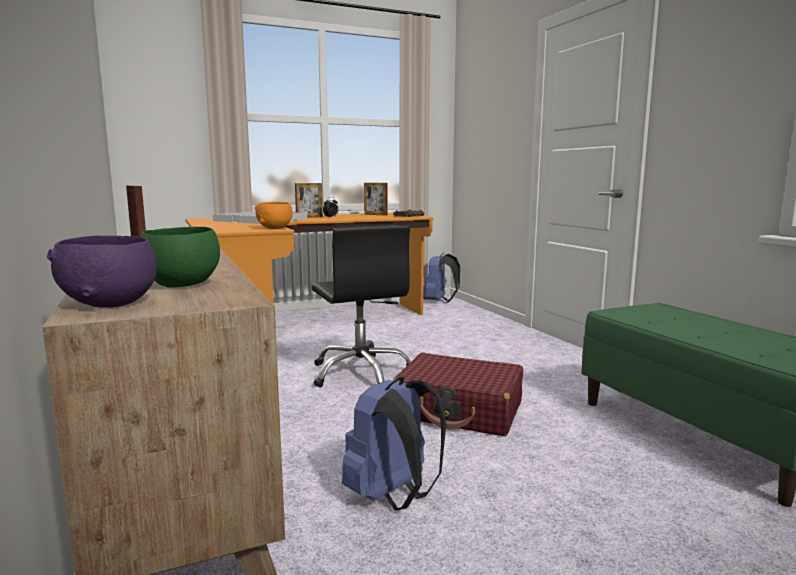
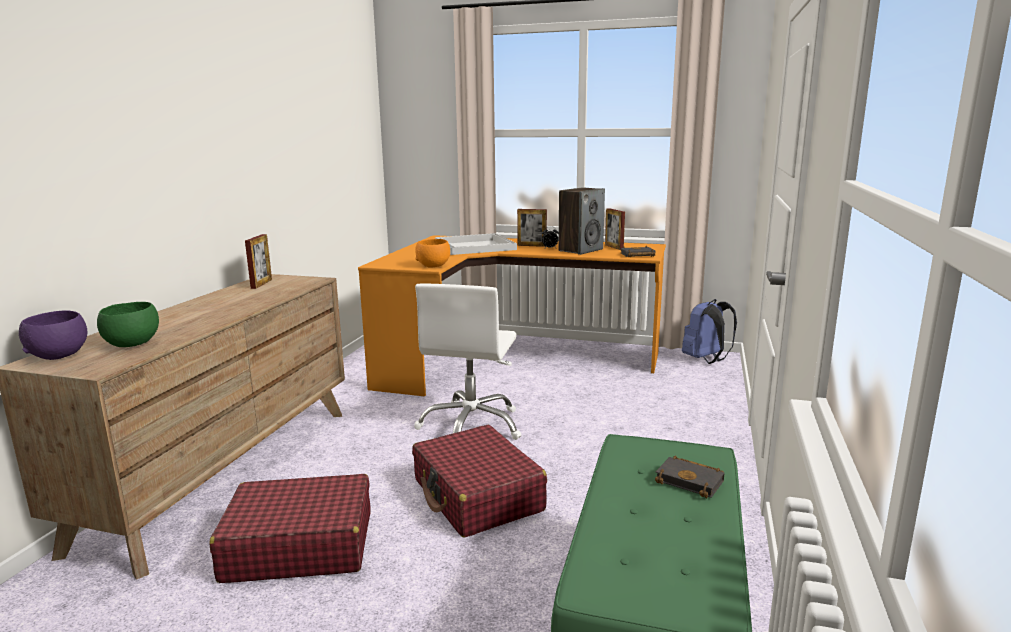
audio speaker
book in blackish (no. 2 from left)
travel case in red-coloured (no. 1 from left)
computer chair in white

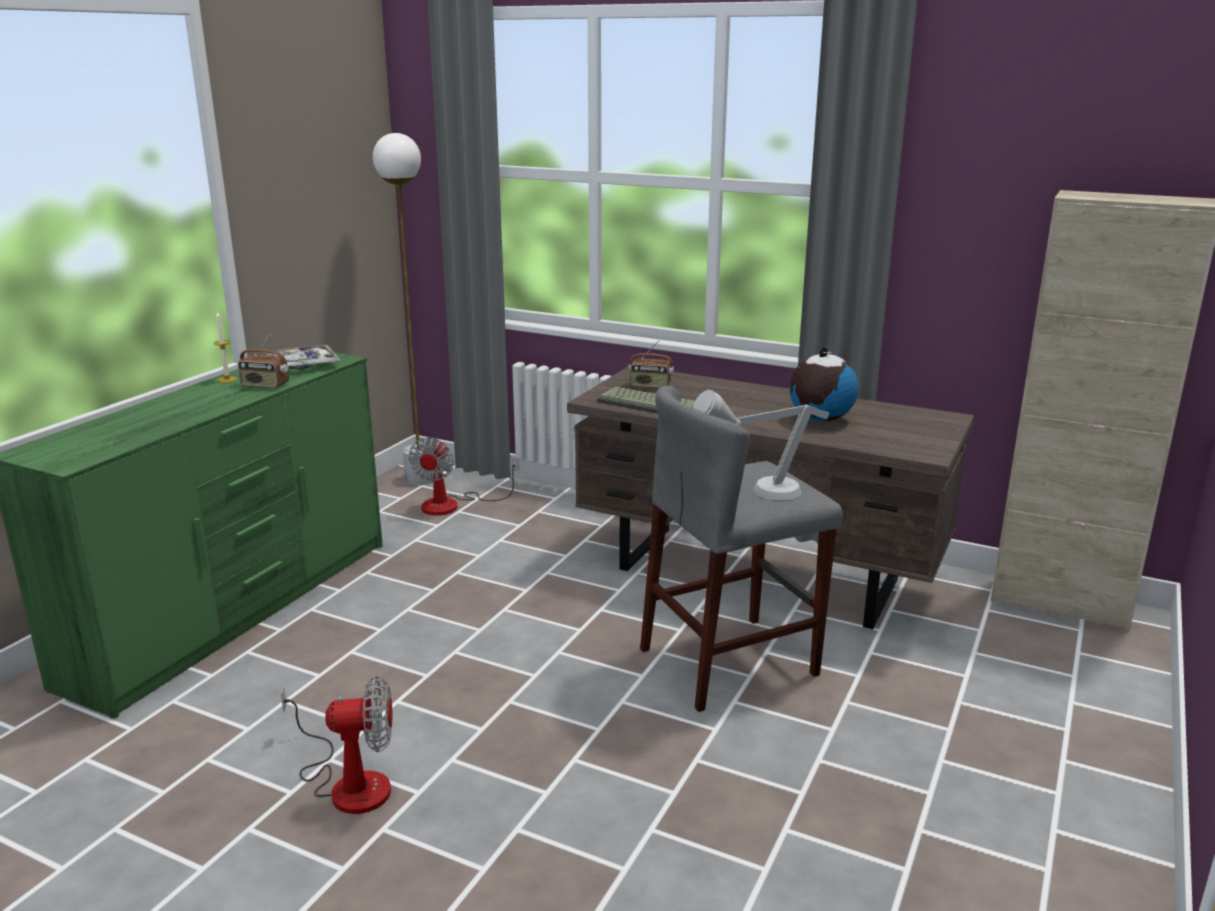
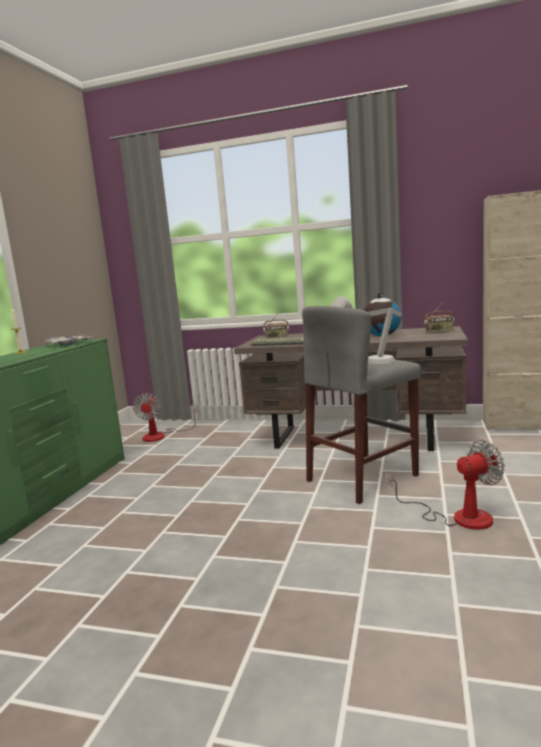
standard lamp in white
radio receiver (no. 2 from left)
cooling fan (no. 2 from left)

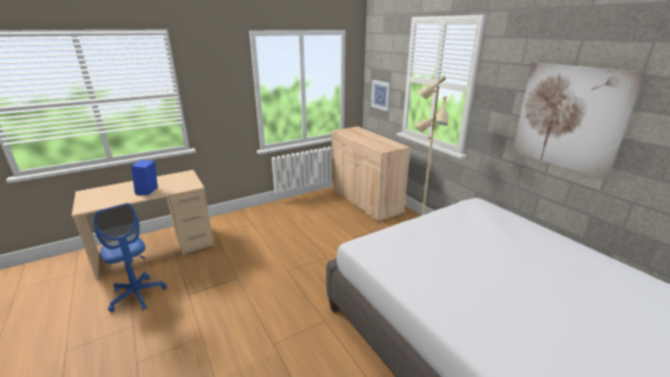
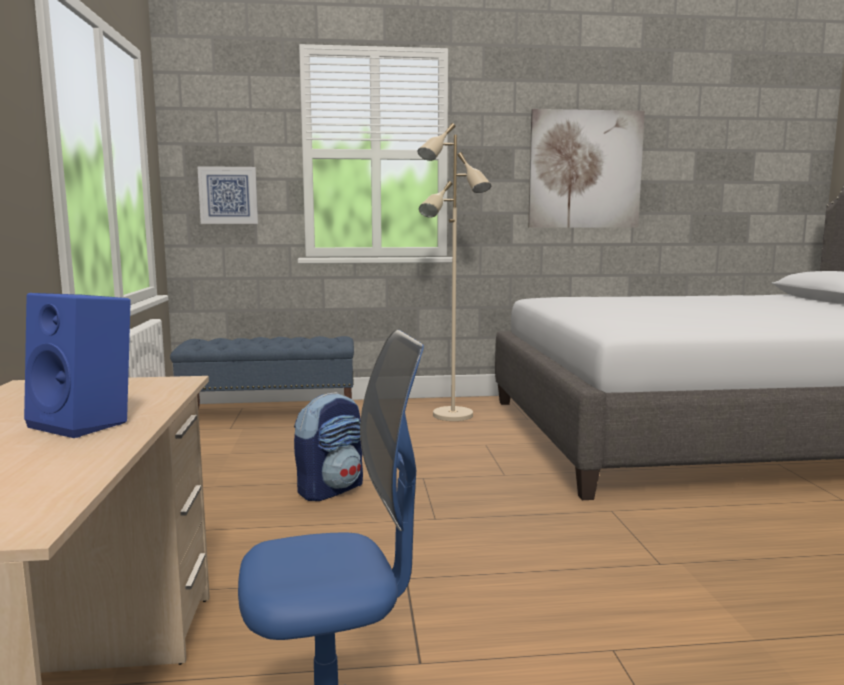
backpack
bench in blue-coloured

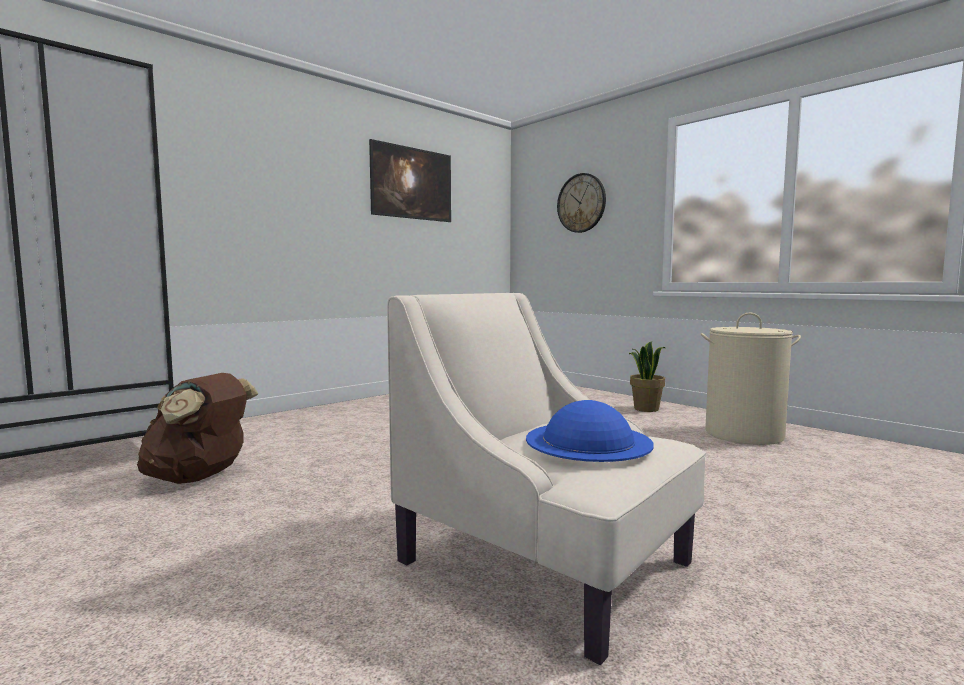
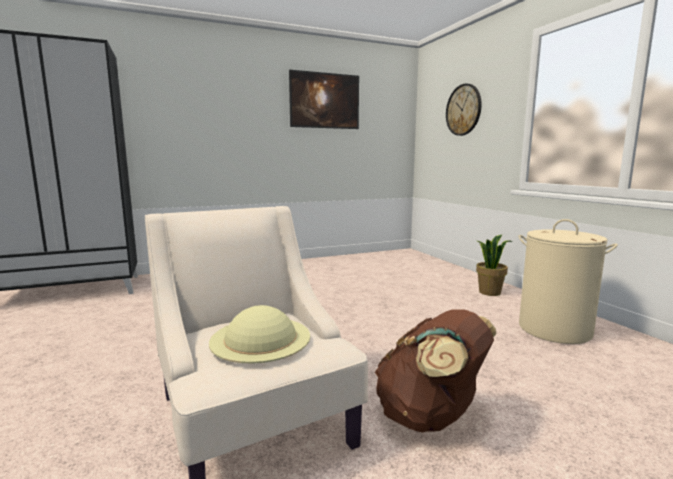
backpack in brownish
wearable hat in beige

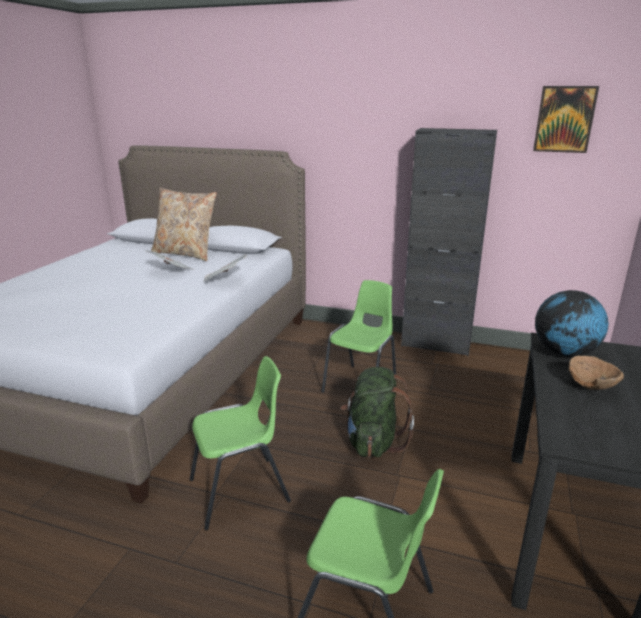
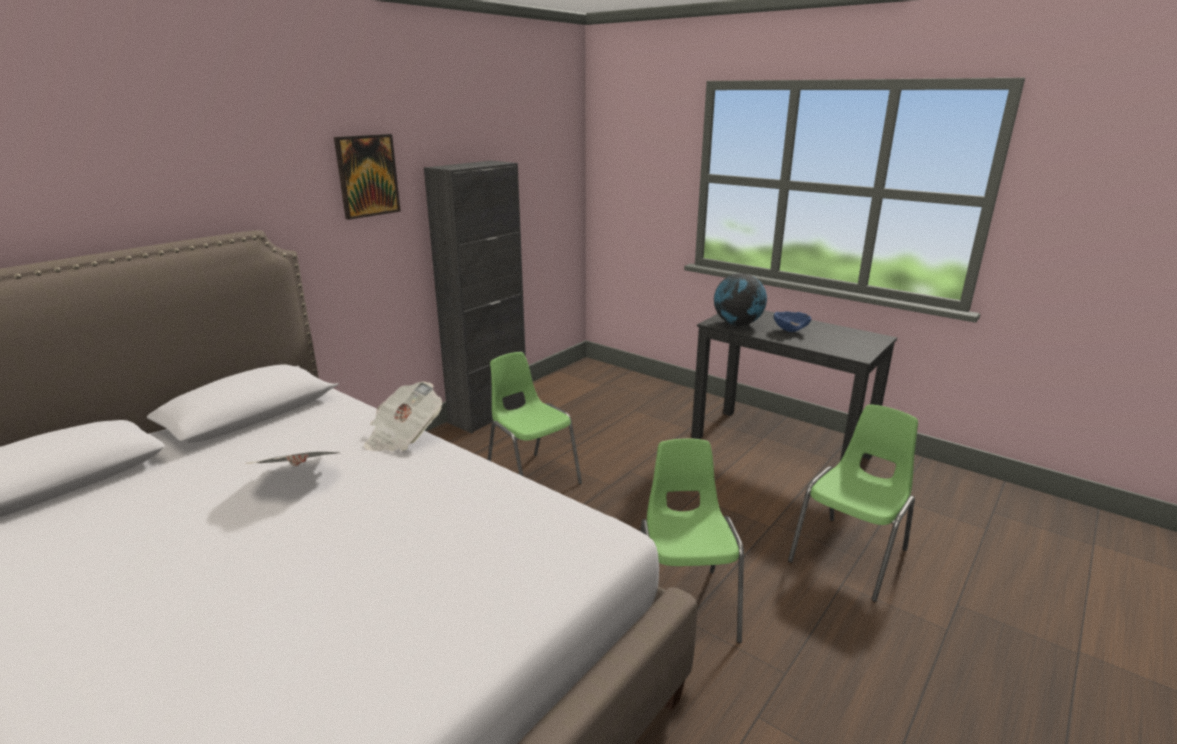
throw pillow in beige
backpack in greenish
wall art
bowl in blue-coloured

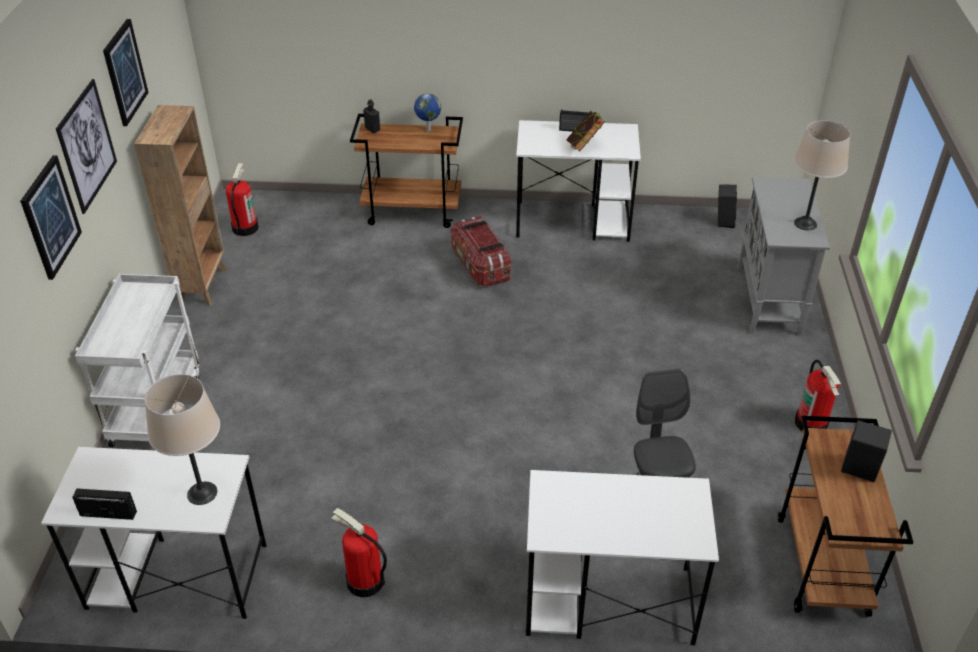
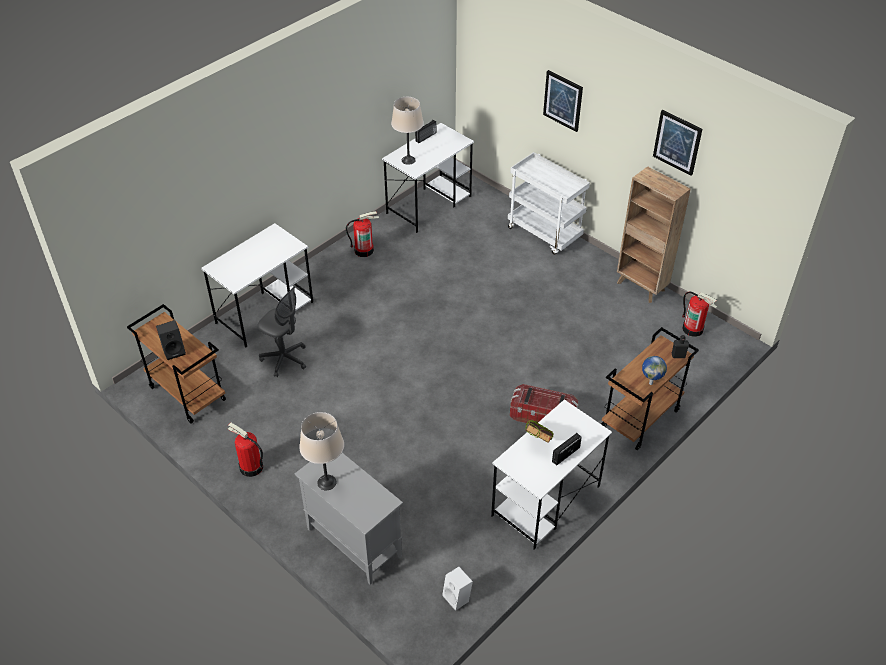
wall art (no. 2 from left in the first image)
audio speaker in white

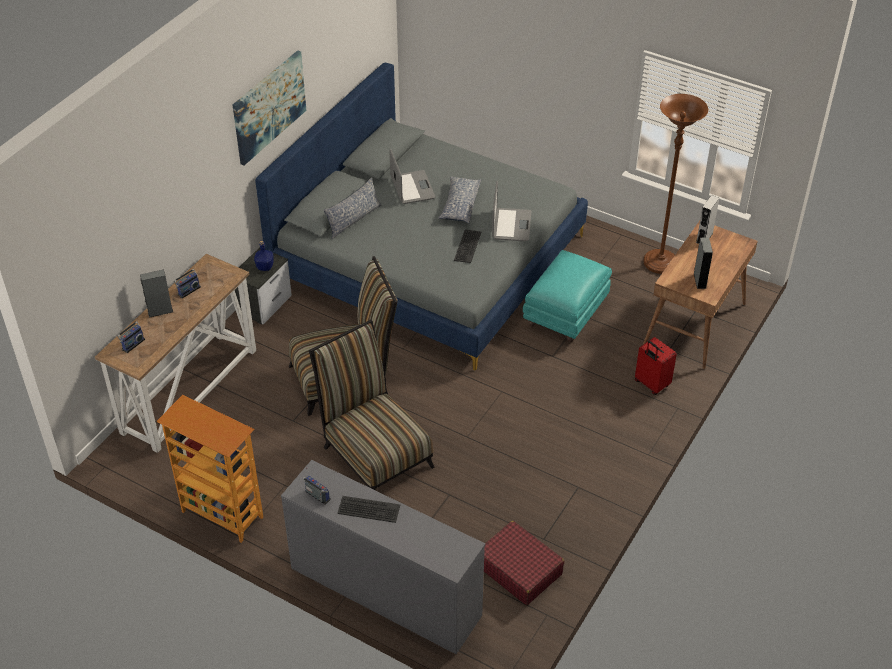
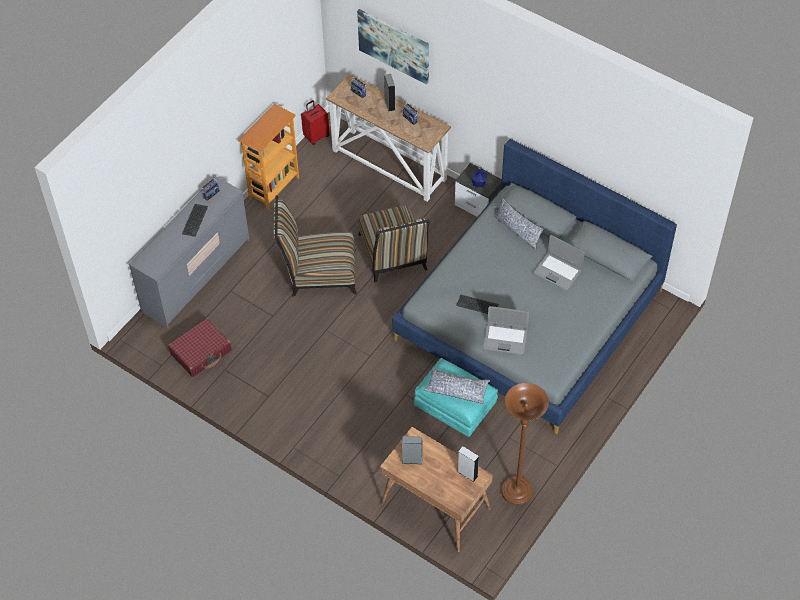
wall art
throw pillow (no. 1 from left)
travel case in red-coloured (no. 2 from left)
upright chair (no. 1 from left)
portable computer (no. 2 from left)

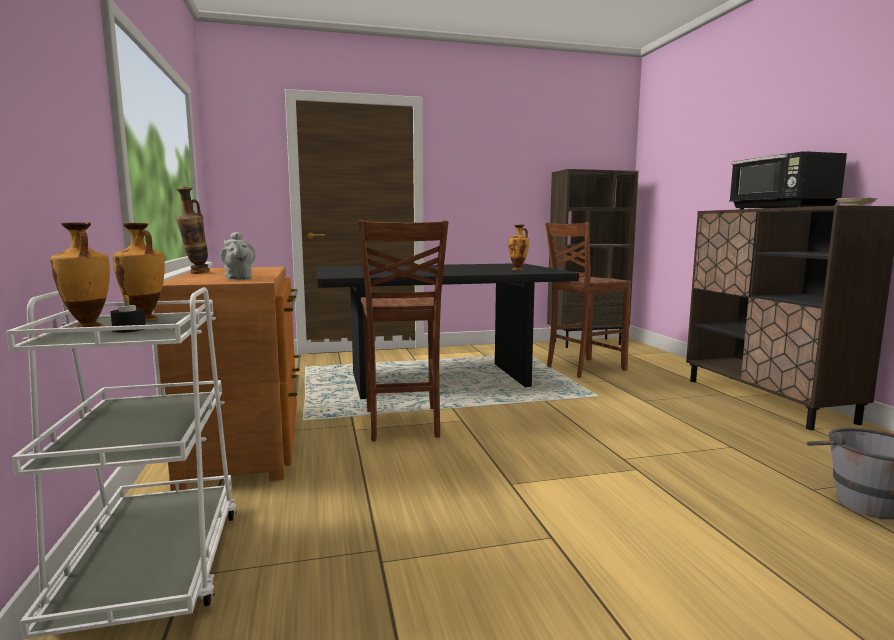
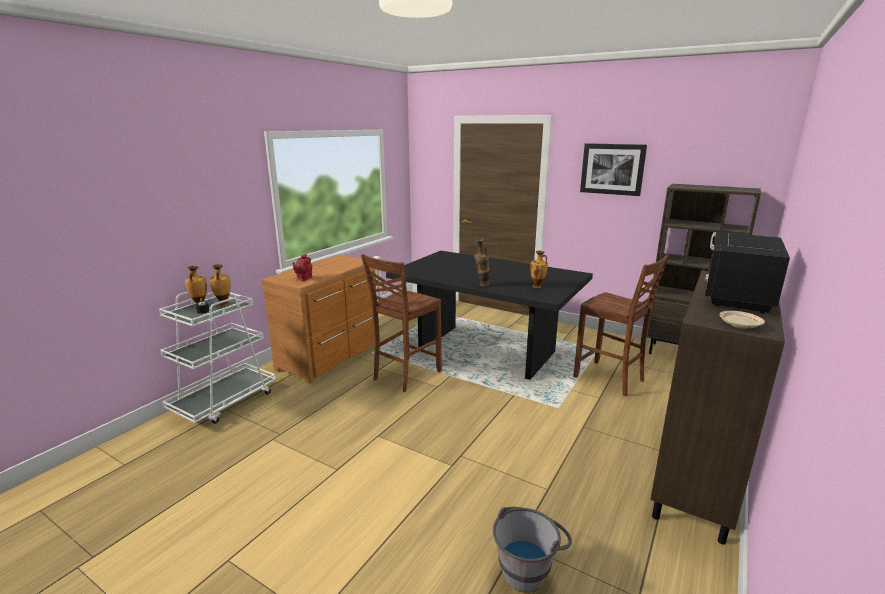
wall art
vase (no. 3 from left)
pot for tea in red-coloured
upright chair in brownish (no. 2 from left)

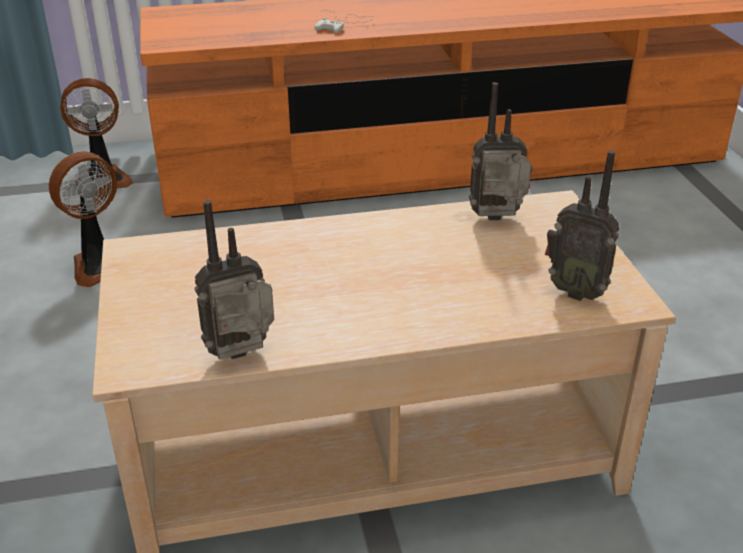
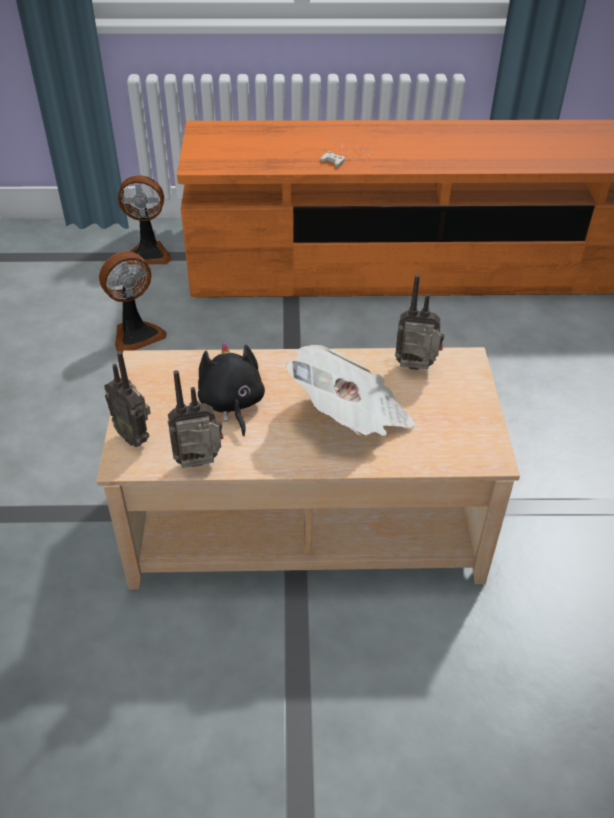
cuddly toy in blackish
daily paper
radio receiver (no. 1 from left)

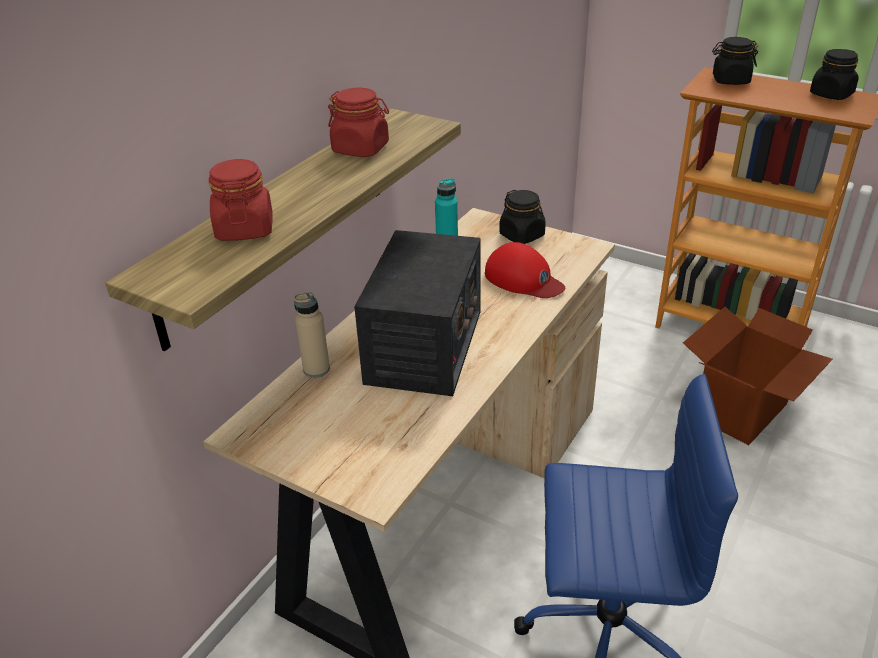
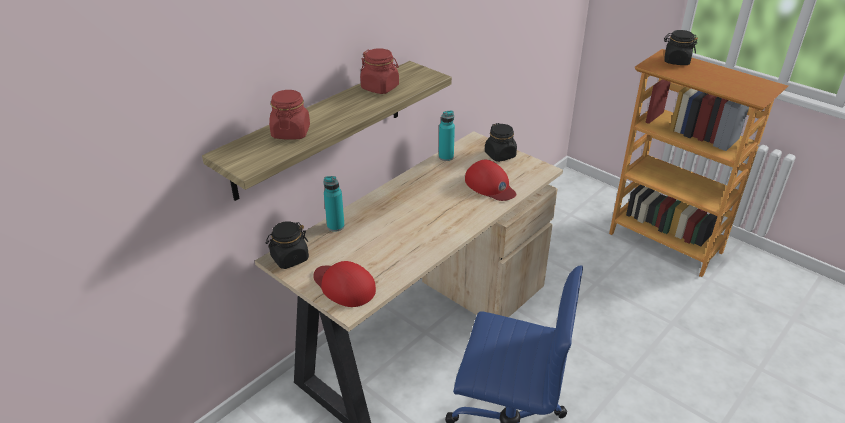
radio receiver
carton
baseball cap in red-coloured (no. 1 from left)
jar in blackish (no. 1 from left)
bottle in blue-green (no. 1 from left)

